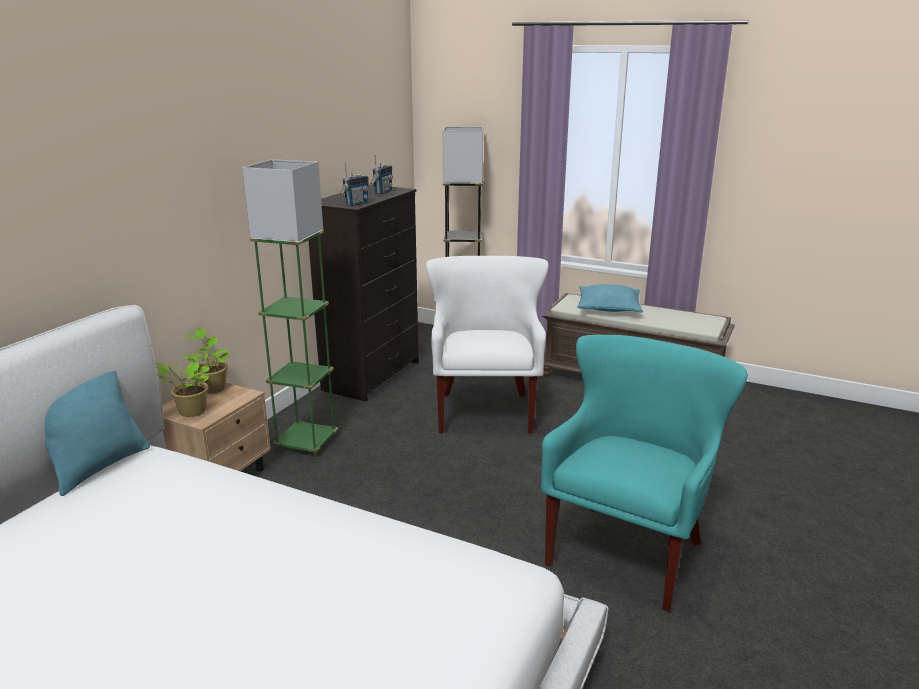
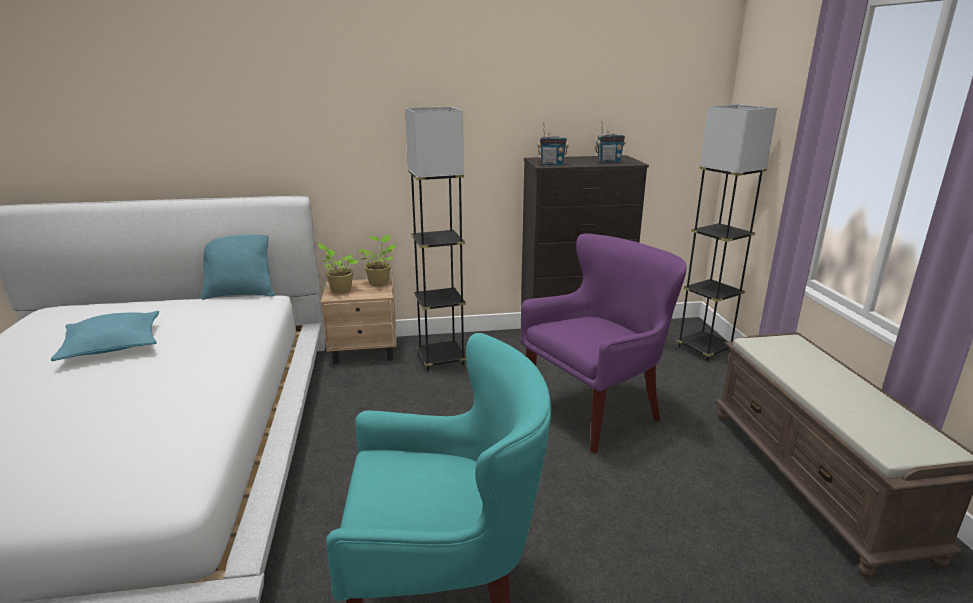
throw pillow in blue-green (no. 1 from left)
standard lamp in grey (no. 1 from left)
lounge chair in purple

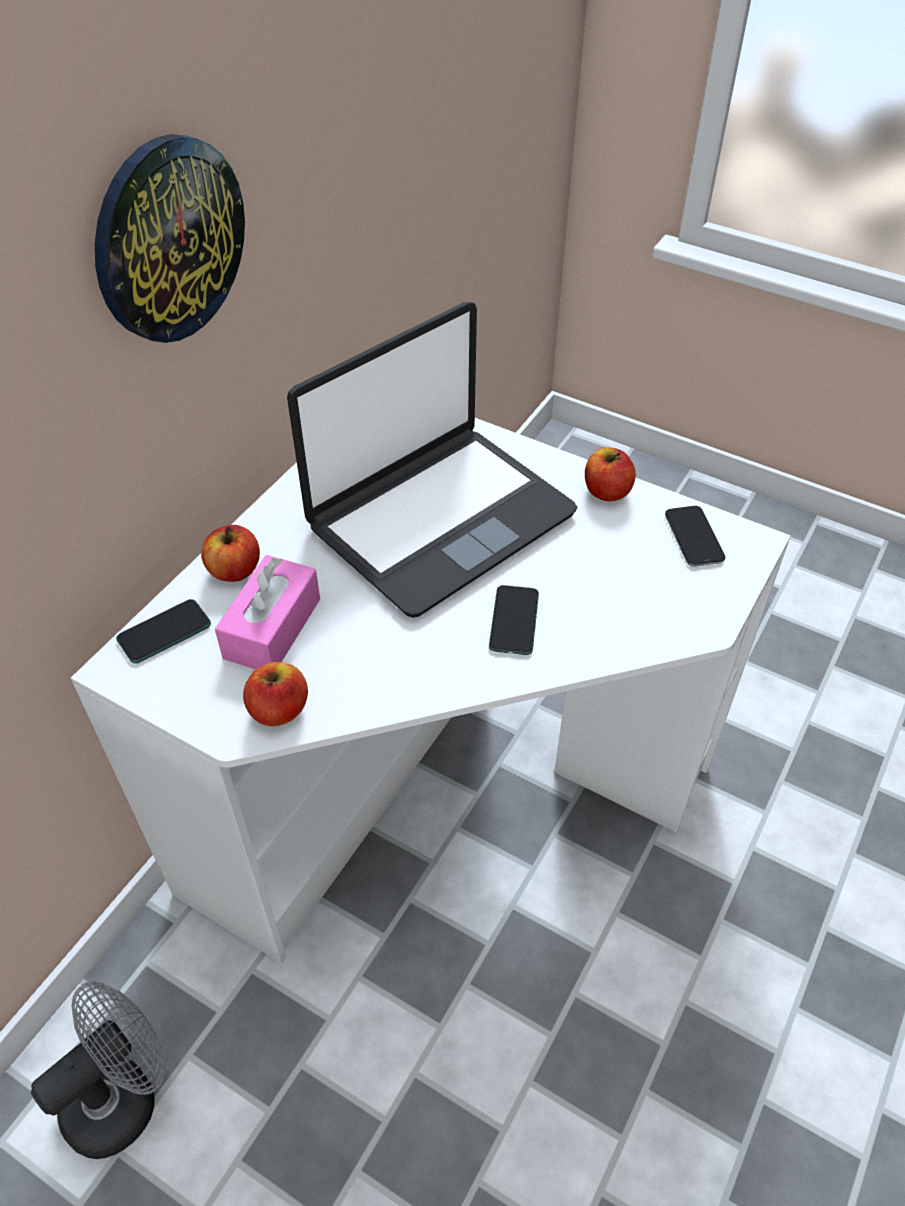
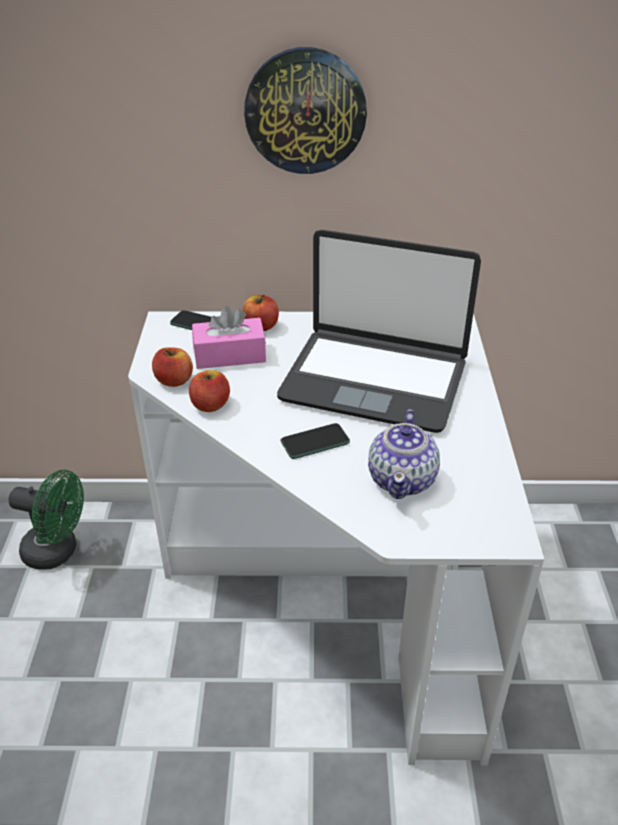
telephone (no. 3 from left in the first image)
pot for tea
apple (no. 2 from left)
cooling fan in greenish

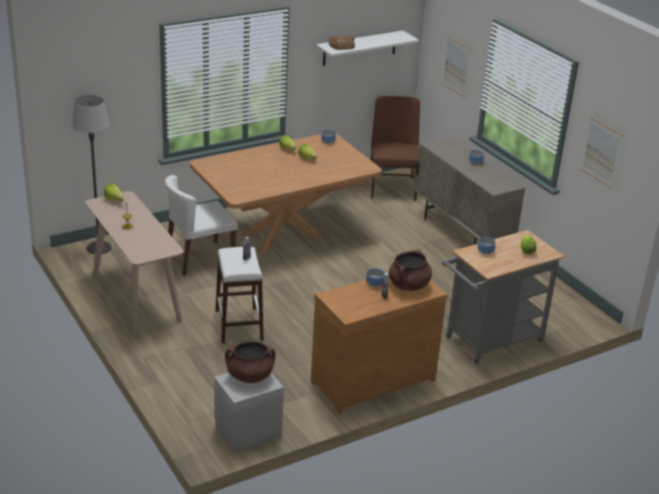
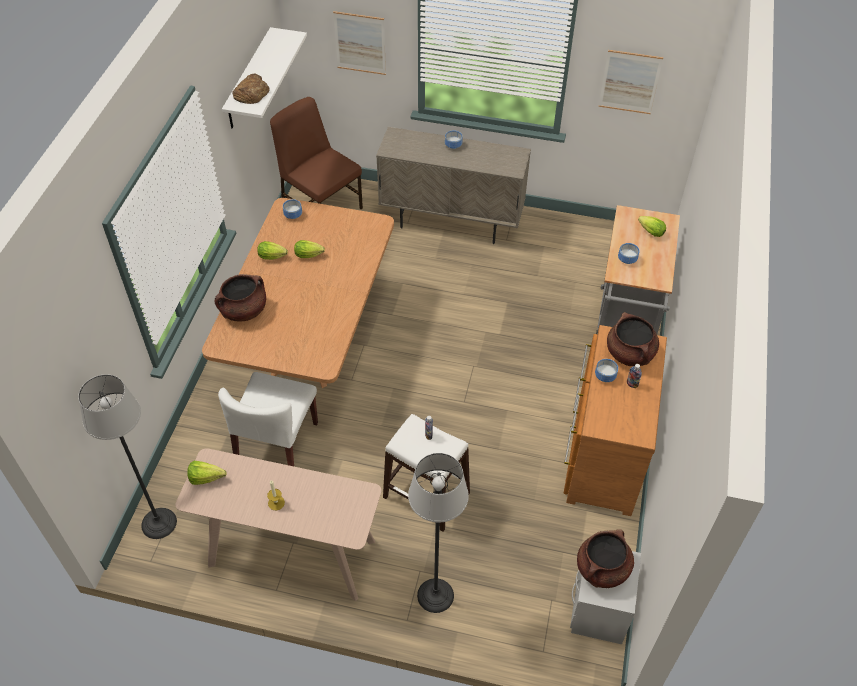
stockpot in brownish (no. 1 from left)
standard lamp (no. 2 from left)

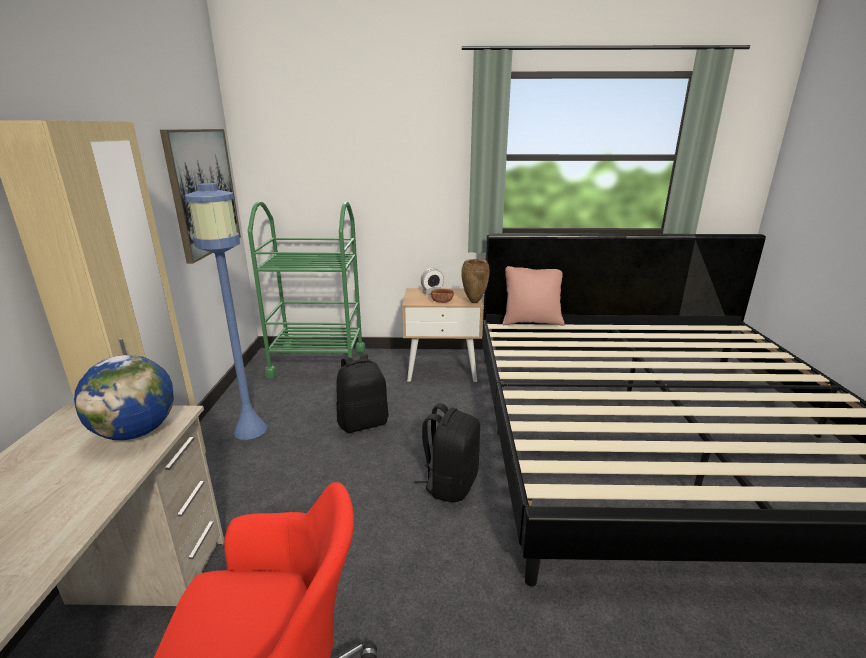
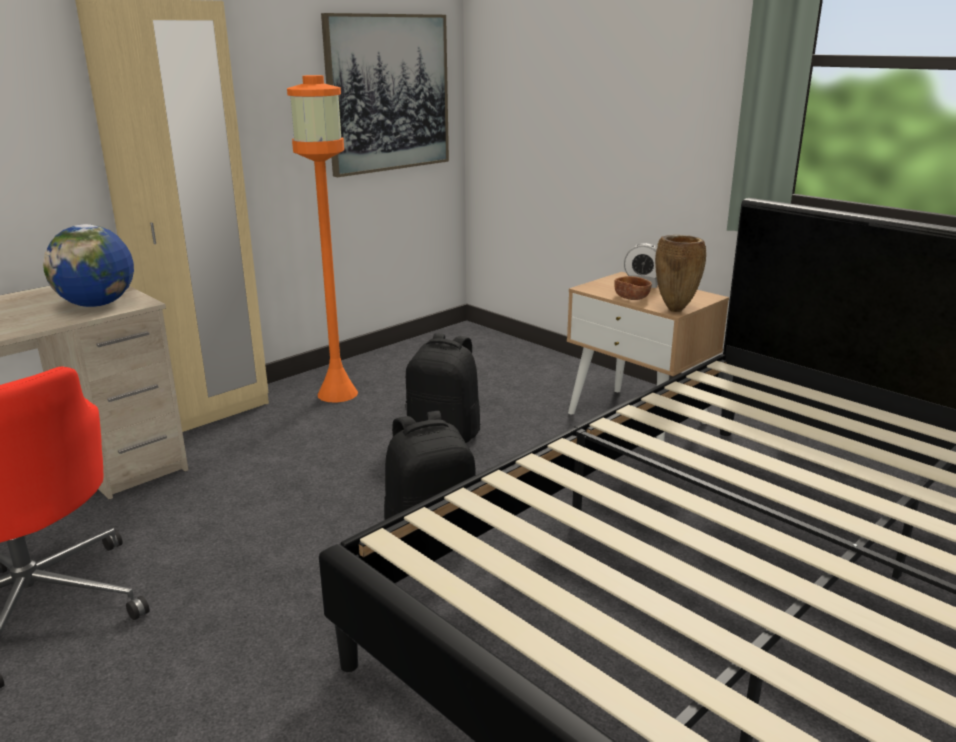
cart in greenish
throw pillow in pinkish
standard lamp in orange

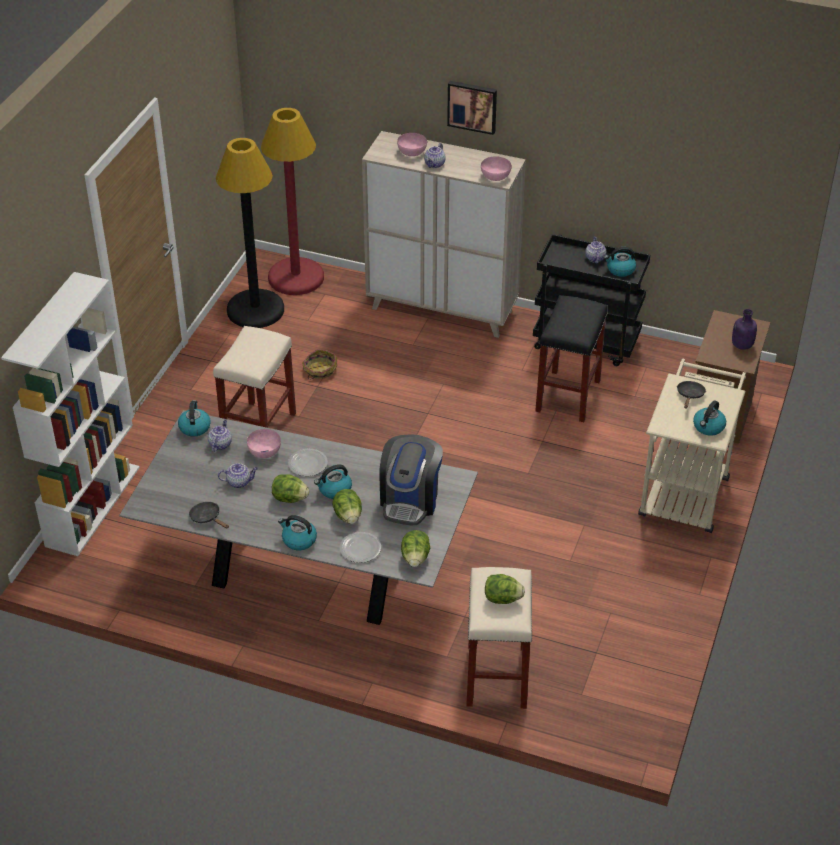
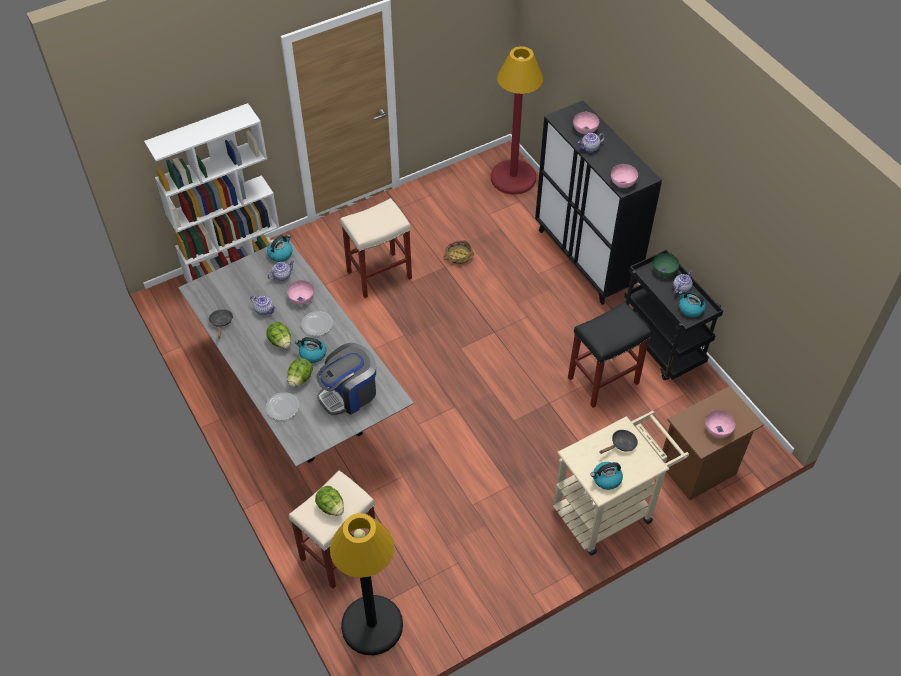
water kettle (no. 2 from left in the first image)
lettuce (no. 3 from left in the first image)
wall art
bowl in greenish
standard lamp in blackish
bowl in pinkish (no. 4 from left)
cupboard in blackish

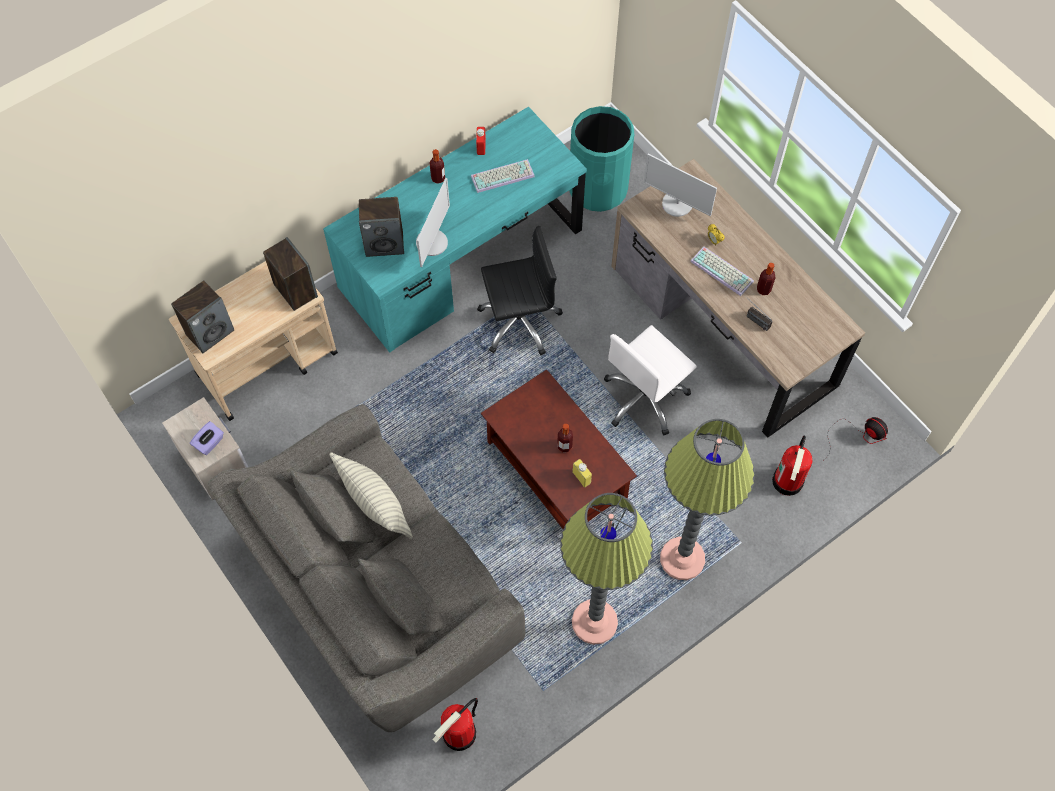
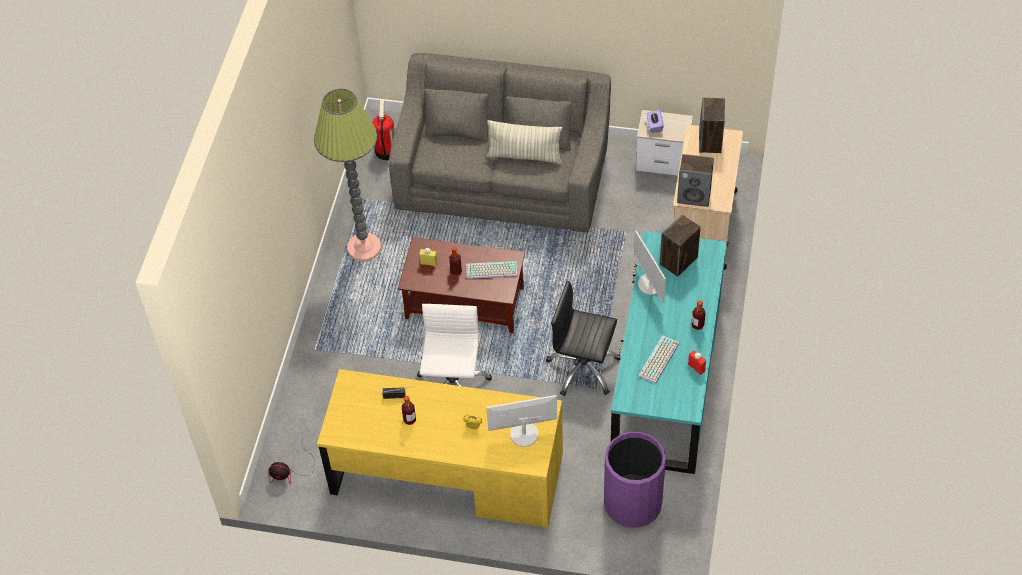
standard lamp (no. 2 from left in the first image)
fire extinguisher (no. 2 from left in the first image)
computer keyboard (no. 1 from left)
waste bin in purple
desk in yellow
computer chair in blackish

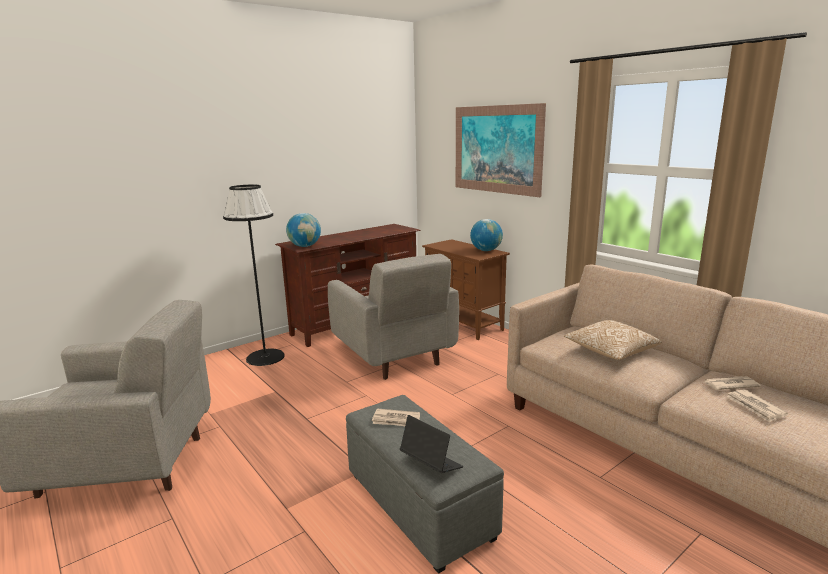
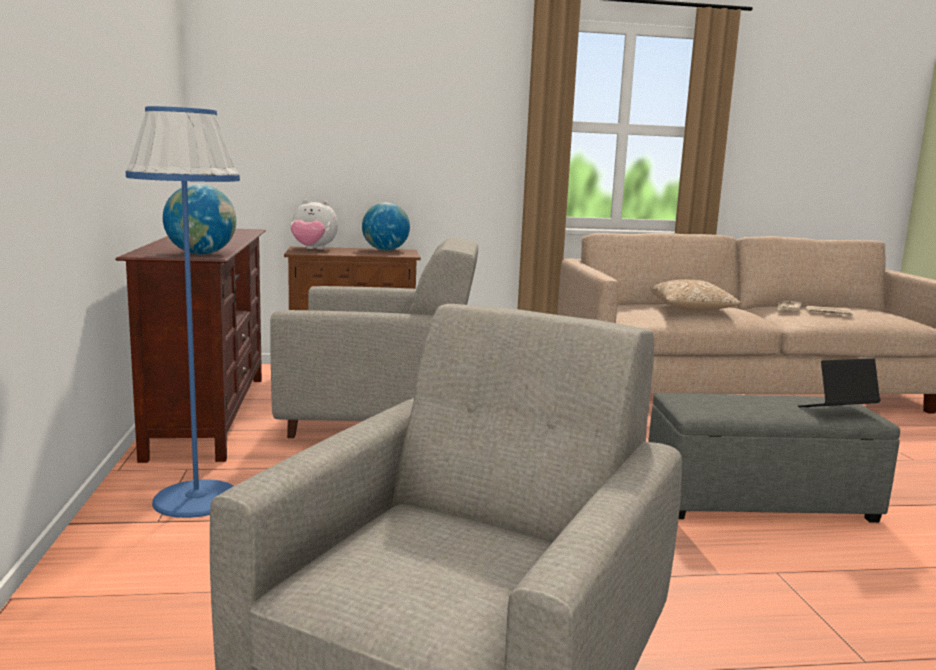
daily paper (no. 1 from left in the first image)
wall art
cuddly toy
standard lamp in blue-coloured

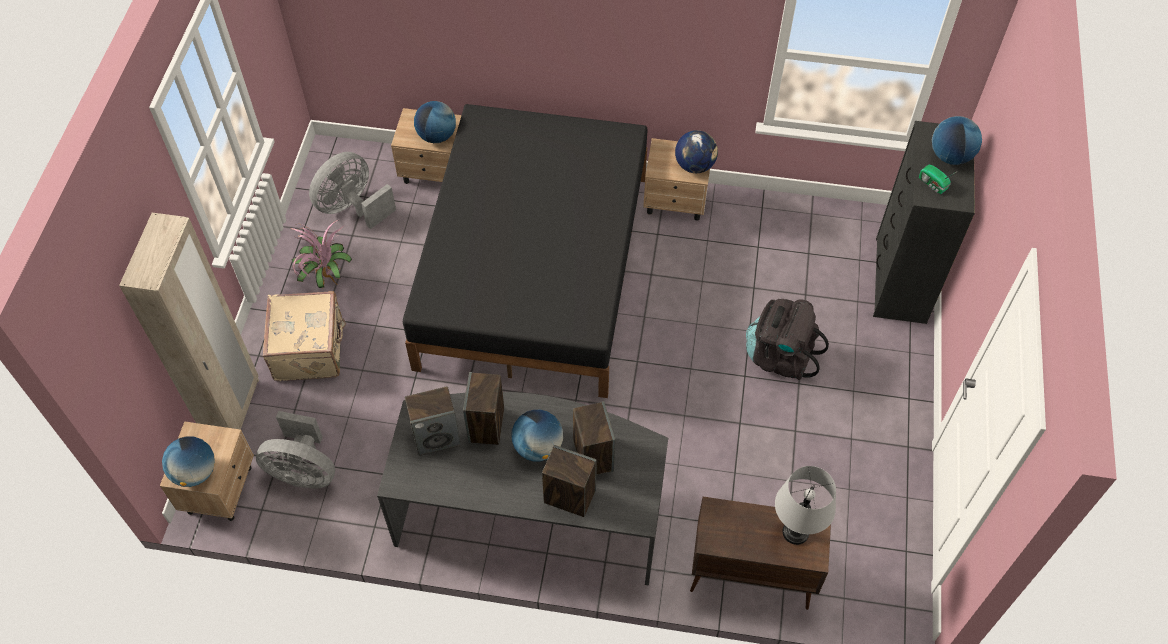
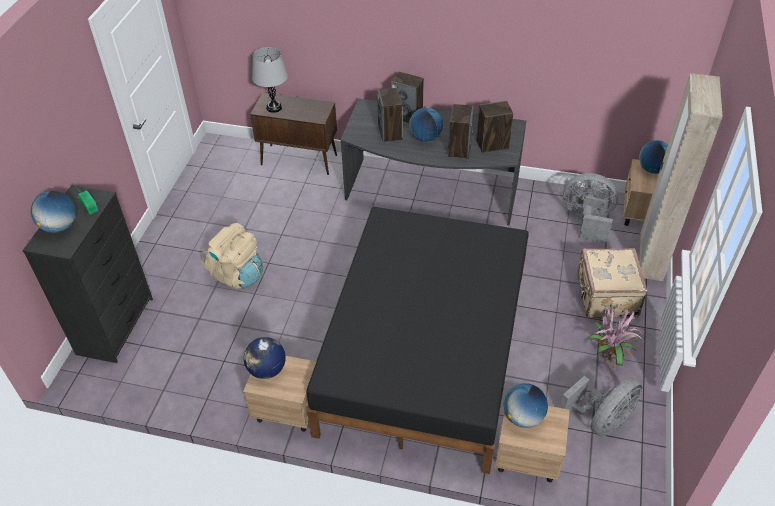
backpack in beige

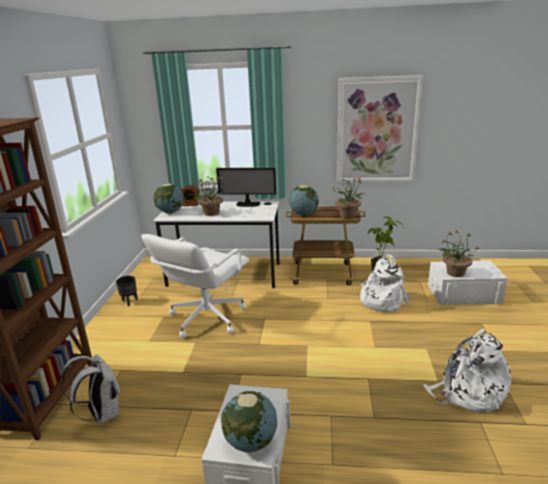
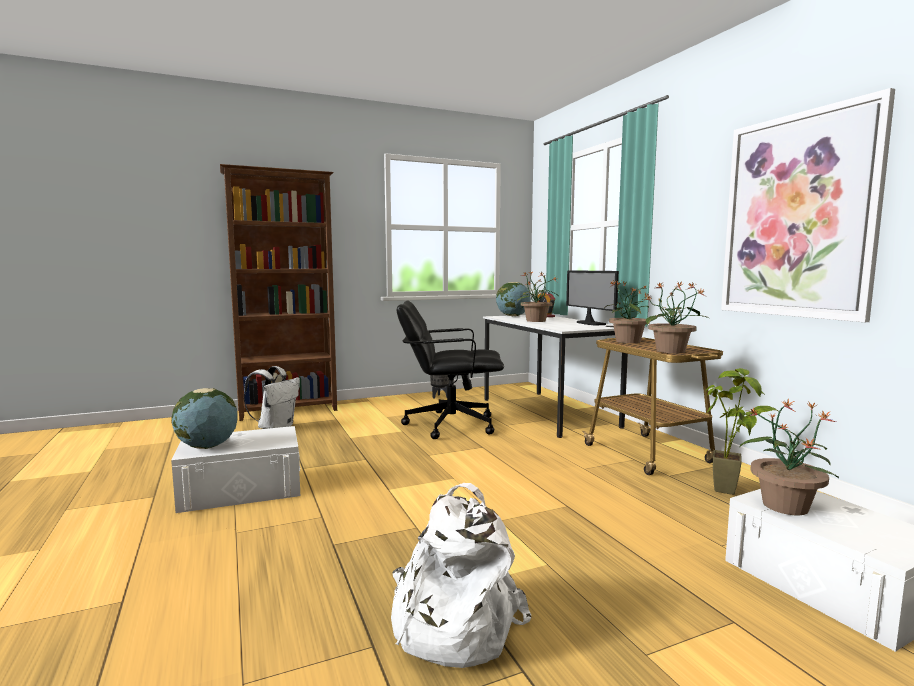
backpack in white (no. 2 from left in the first image)
plant in a pot (no. 2 from left)
computer chair in blackish

